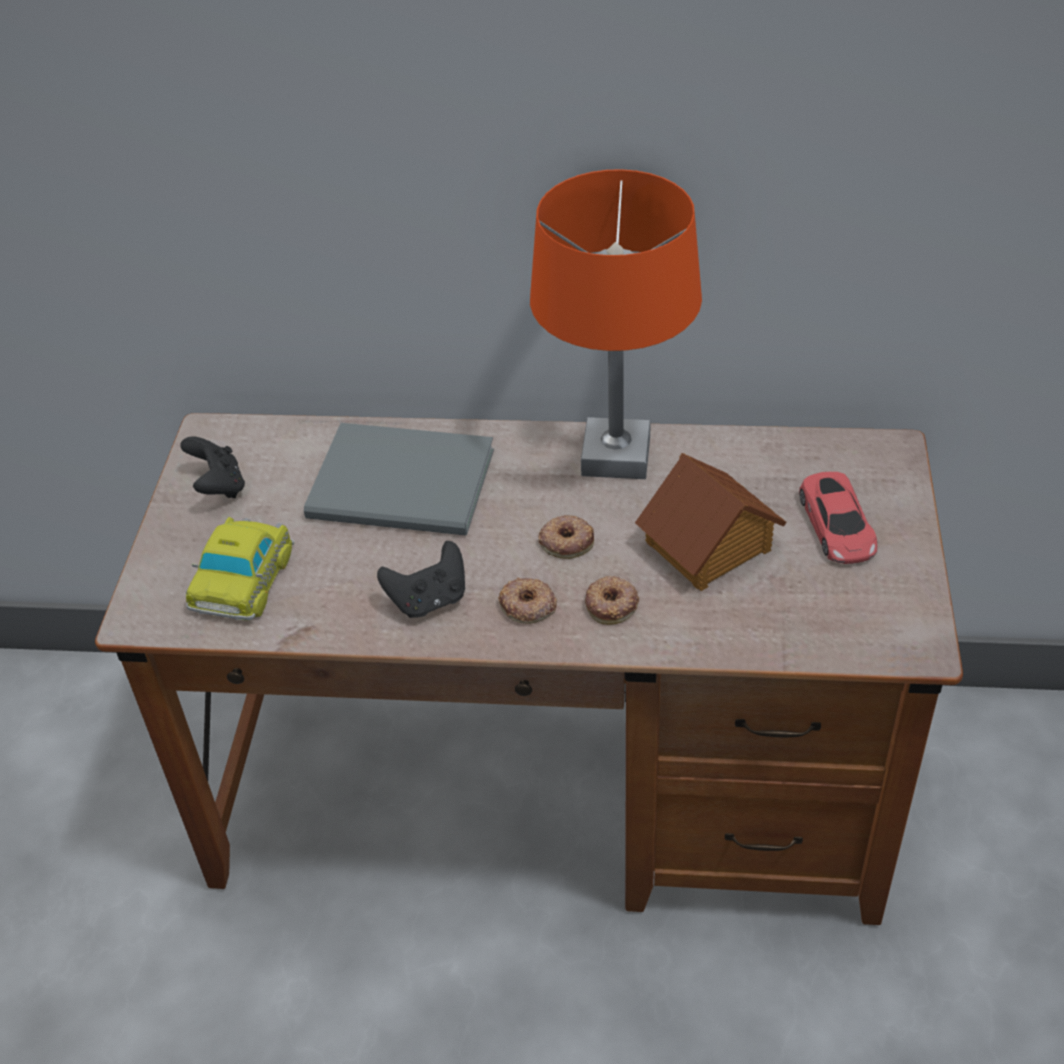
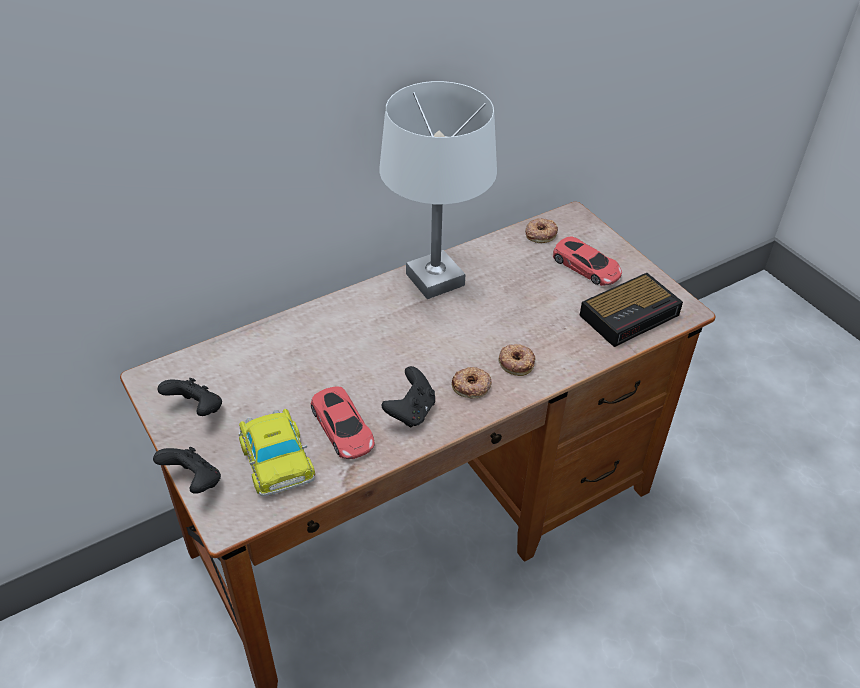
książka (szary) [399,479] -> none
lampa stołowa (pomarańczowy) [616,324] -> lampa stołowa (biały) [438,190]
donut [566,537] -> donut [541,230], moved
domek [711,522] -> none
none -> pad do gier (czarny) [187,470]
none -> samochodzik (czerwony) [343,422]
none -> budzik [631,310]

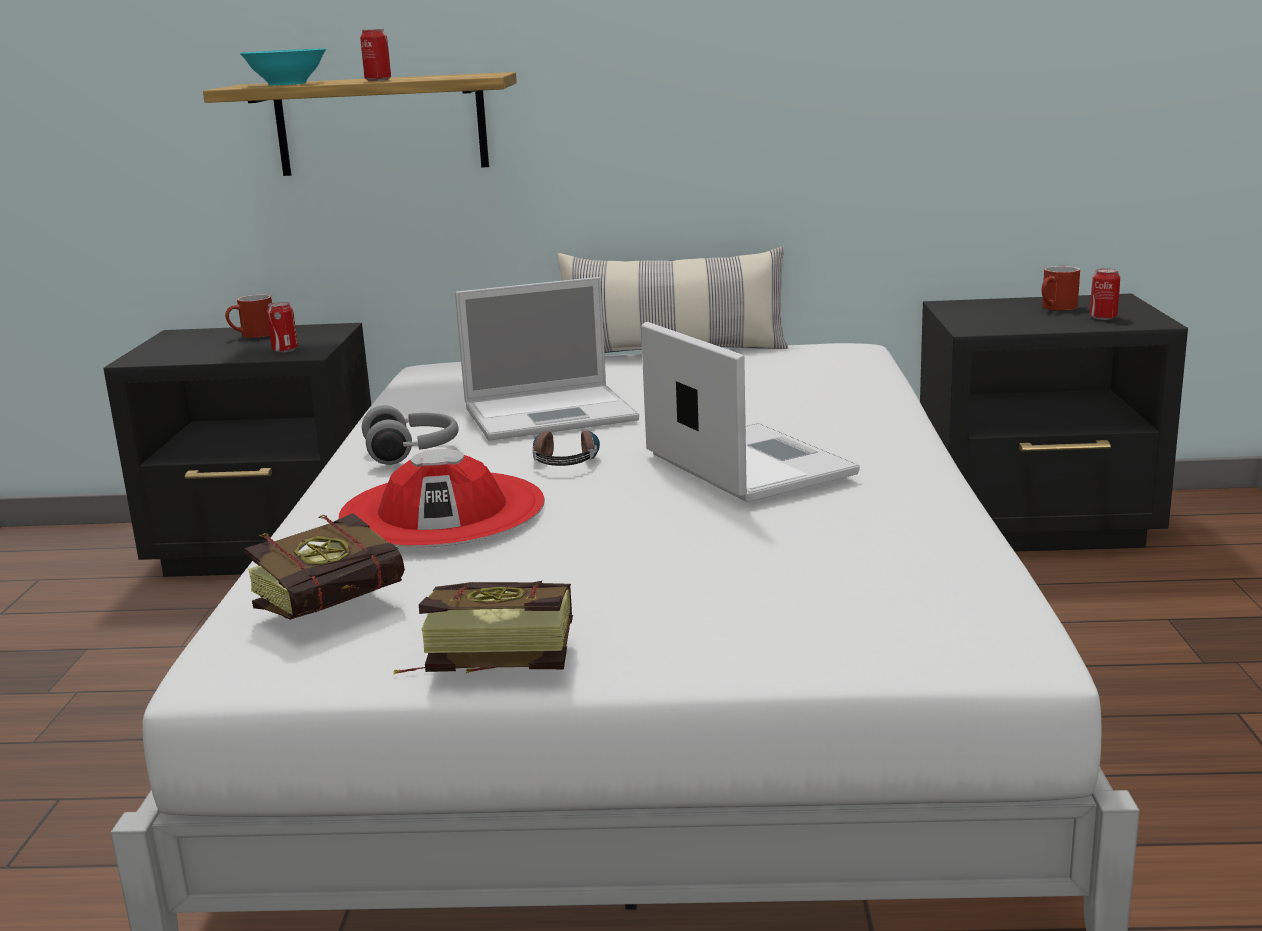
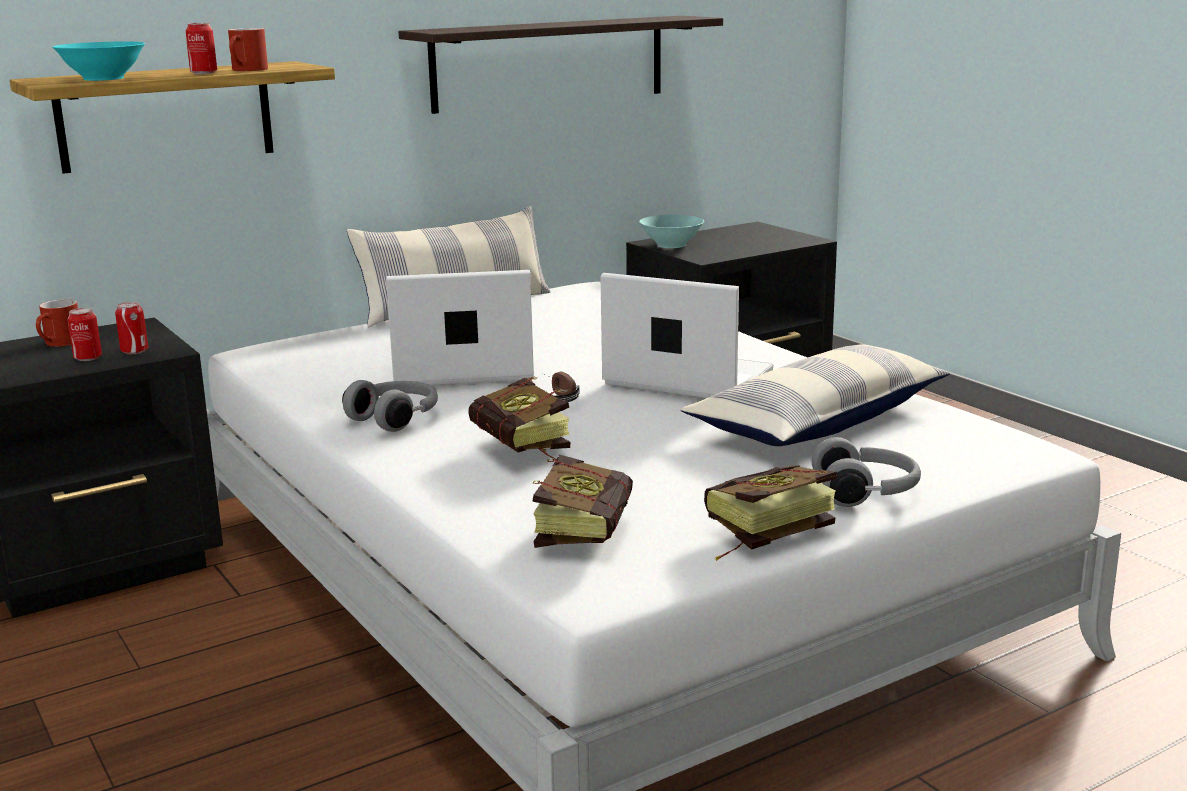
kapelusz (czerwony) [441,498] -> książka [519,418]
laptop [547,359] -> laptop [460,327], 135 degrees counterclockwise
kubek (czerwony) [1061,288] -> kubek (czerwony) [248,49], moved
puszka [1105,294] -> puszka [85,334], moved
none -> półka [560,65]
none -> miska (turkusowy) [671,231]
none -> poduszka [815,395]
none -> słuchawki (szary) [866,472]

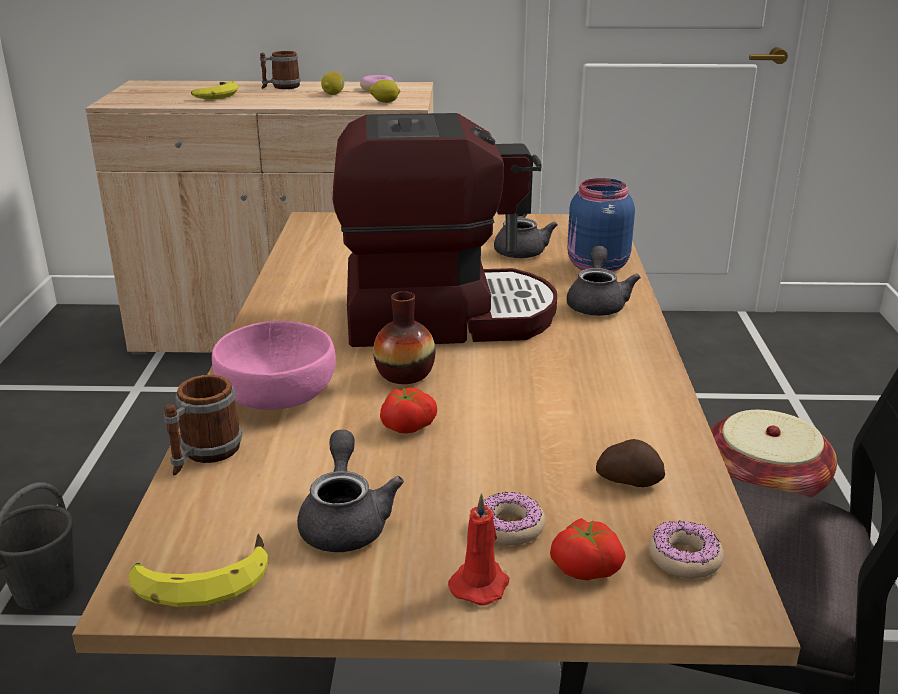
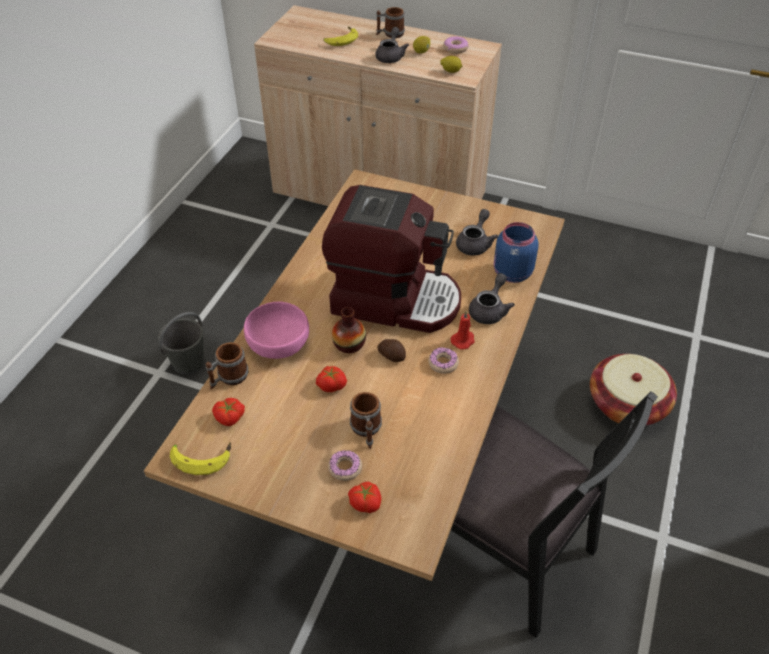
imbryk (szary) [350,491] -> imbryk (szary) [392,45], moved
świeca (czerwony) [478,549] -> świeca (czerwony) [463,330], moved
ziemniak [630,463] -> ziemniak [391,350], moved
donut [686,550] -> donut [443,360], moved
none -> pomidor [228,412]
none -> kubek [366,420]

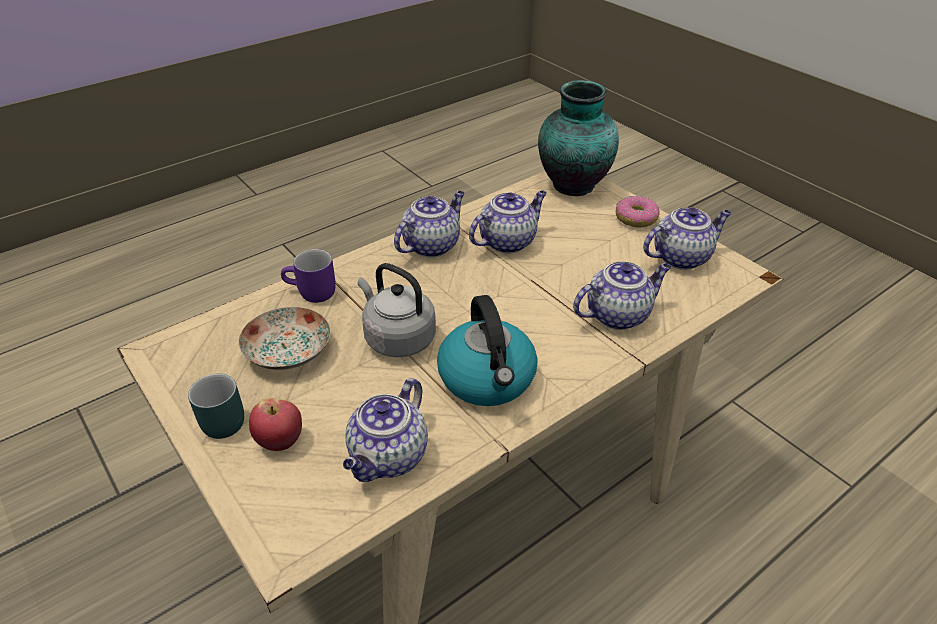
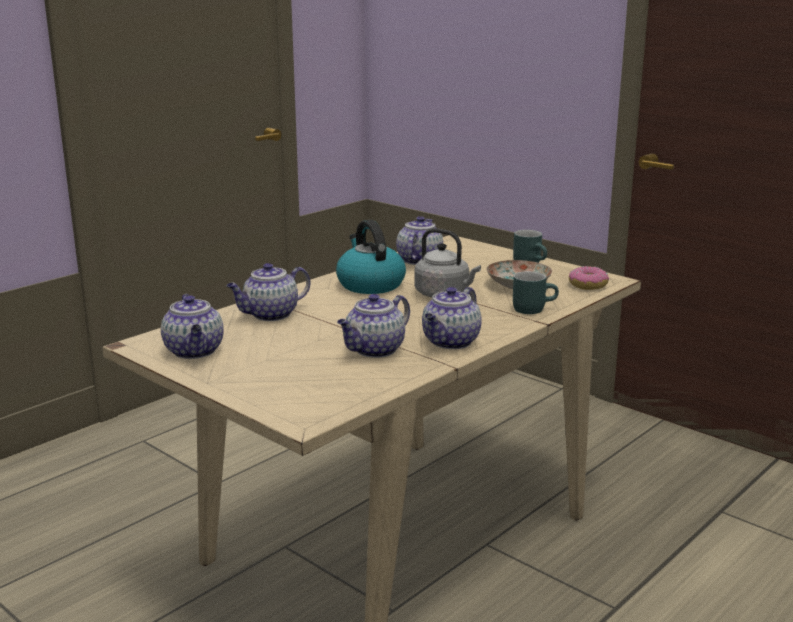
jabłko [275,424] -> none
kubek (fioletowy) [308,276] -> kubek (turkusowy) [536,292]
wazon [578,138] -> none
donut [638,211] -> donut [589,278], moved
imbryk [687,238] -> imbryk [192,326], 75 degrees counterclockwise

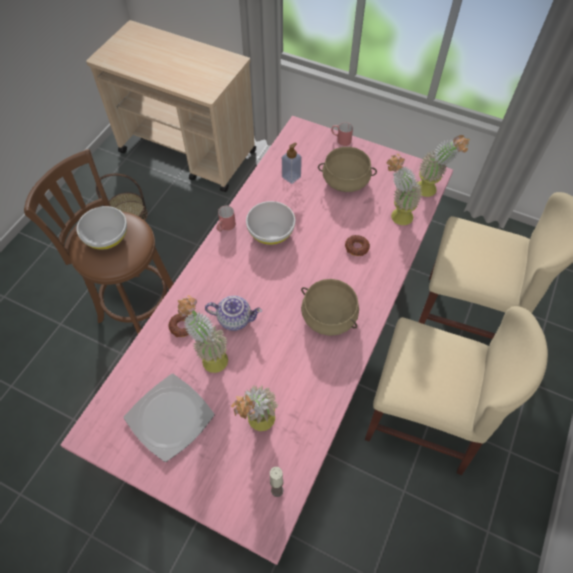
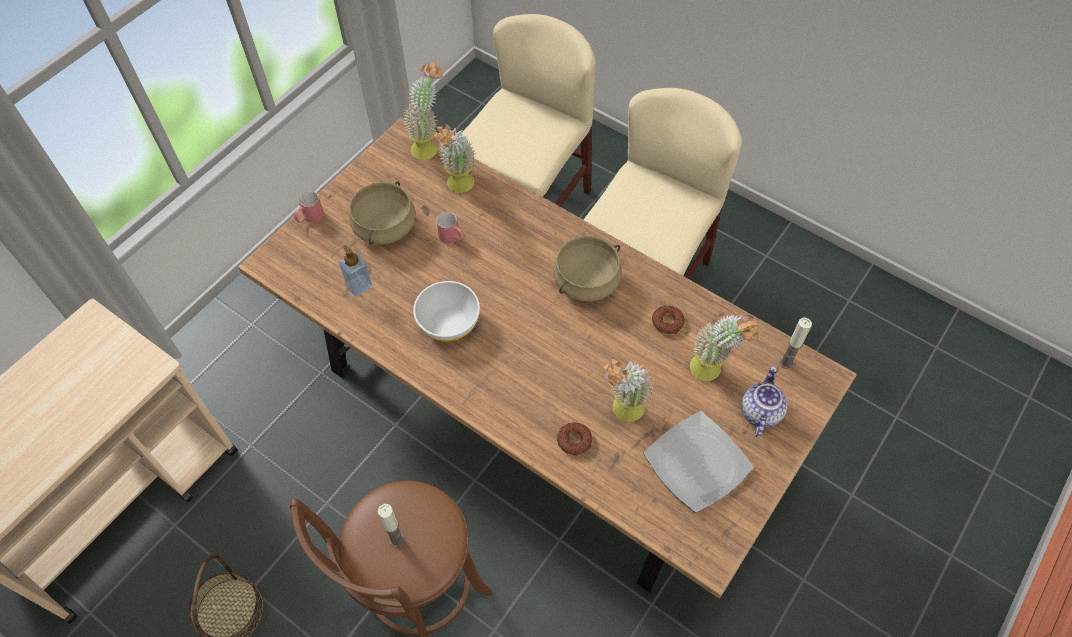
stół jadalny (różowy) [257,340] -> stół jadalny (brązowy) [547,358]
miska (biały) [102,228] -> świeca [391,525]
imbryk [233,313] -> imbryk [764,401], moved
kubek (czerwony) [226,219] -> kubek (czerwony) [450,228], moved
donut [357,245] -> donut [668,320], moved

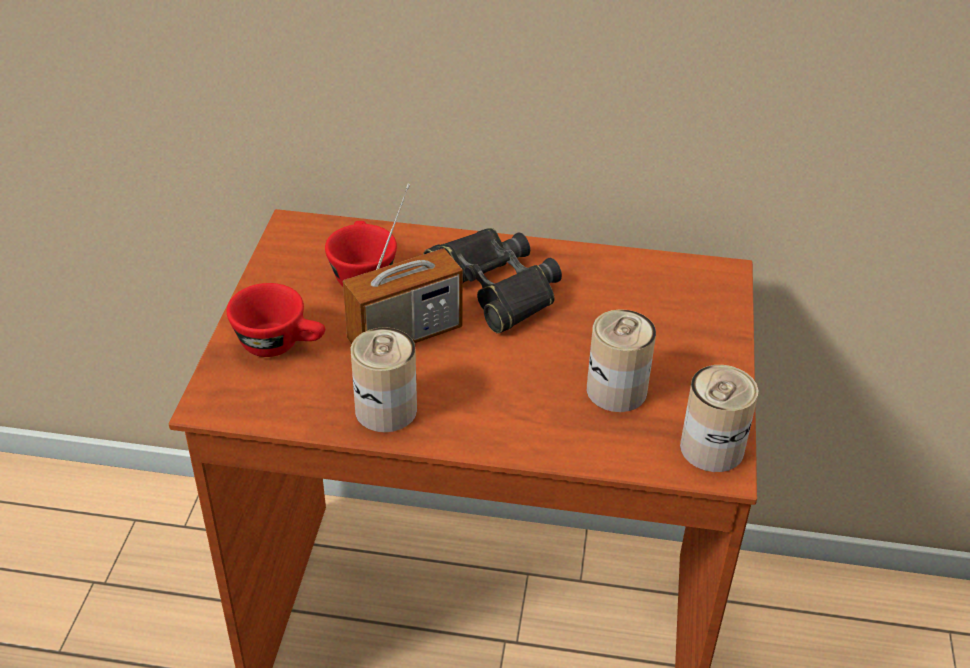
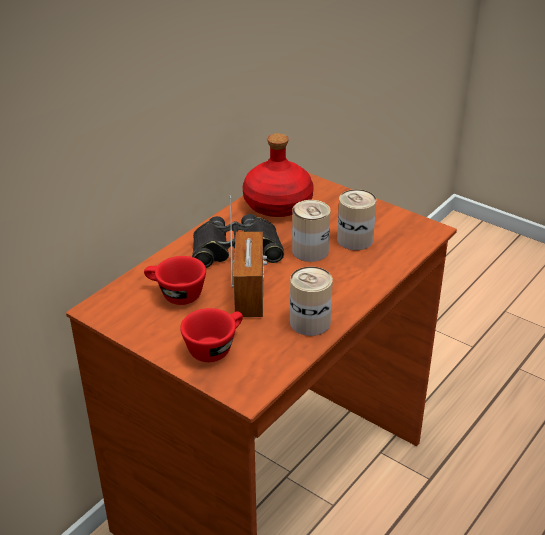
puszka [719,418] -> puszka [311,231], moved
none -> butelka (czerwony) [278,175]

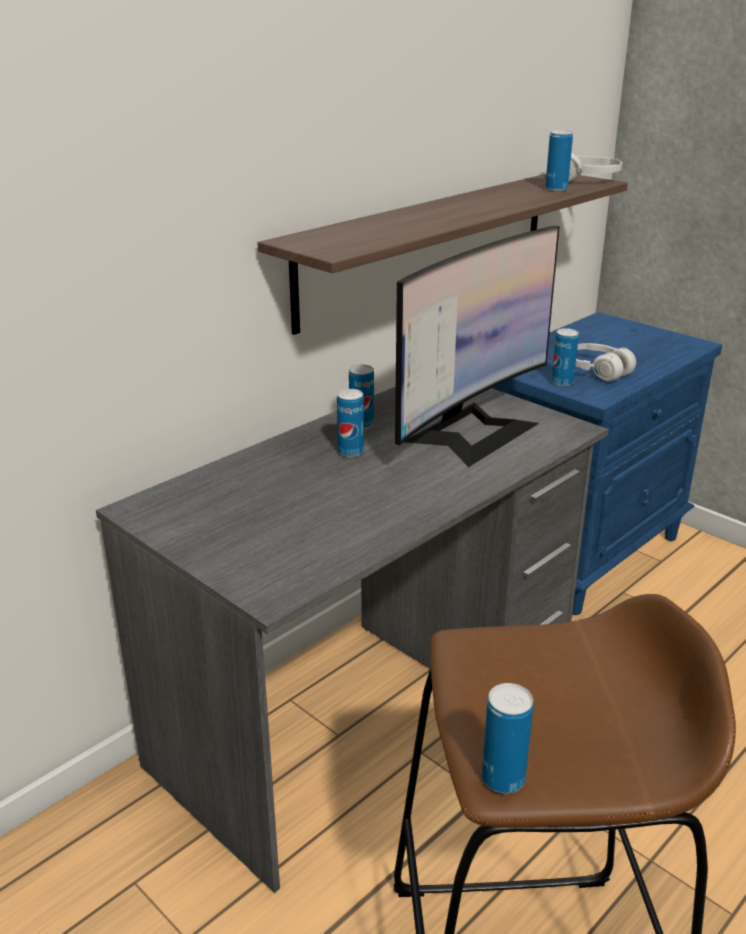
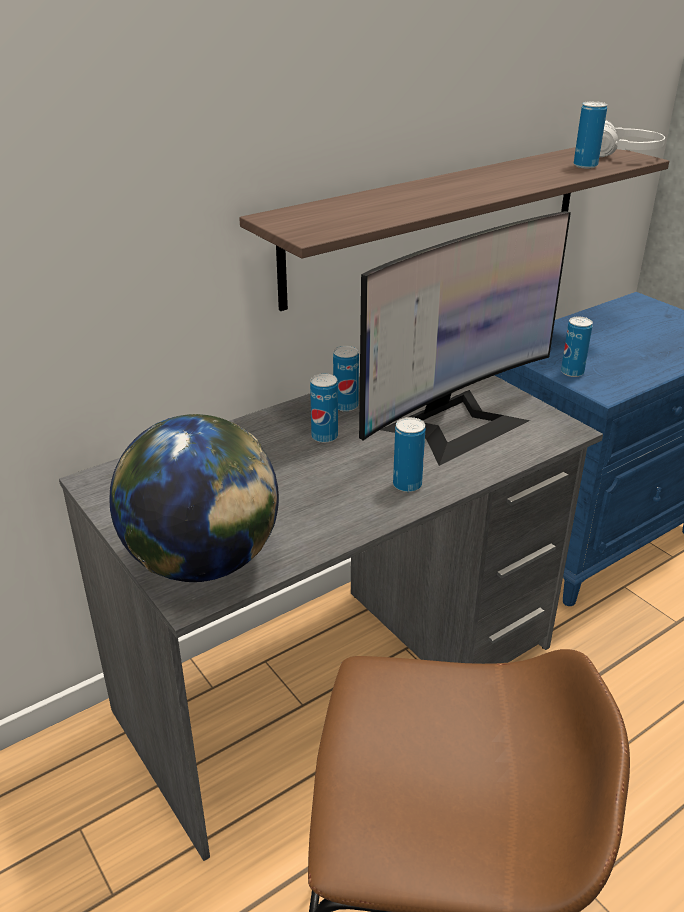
puszka [507,738] -> puszka [409,454], moved
słuchawki (biały) [605,362] -> none
none -> globus [194,498]

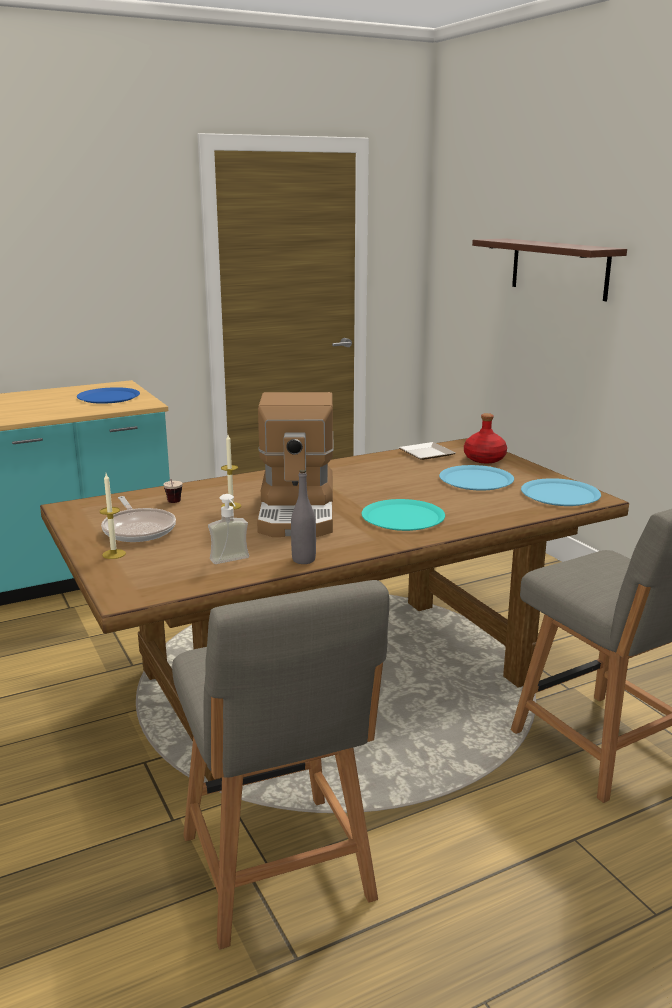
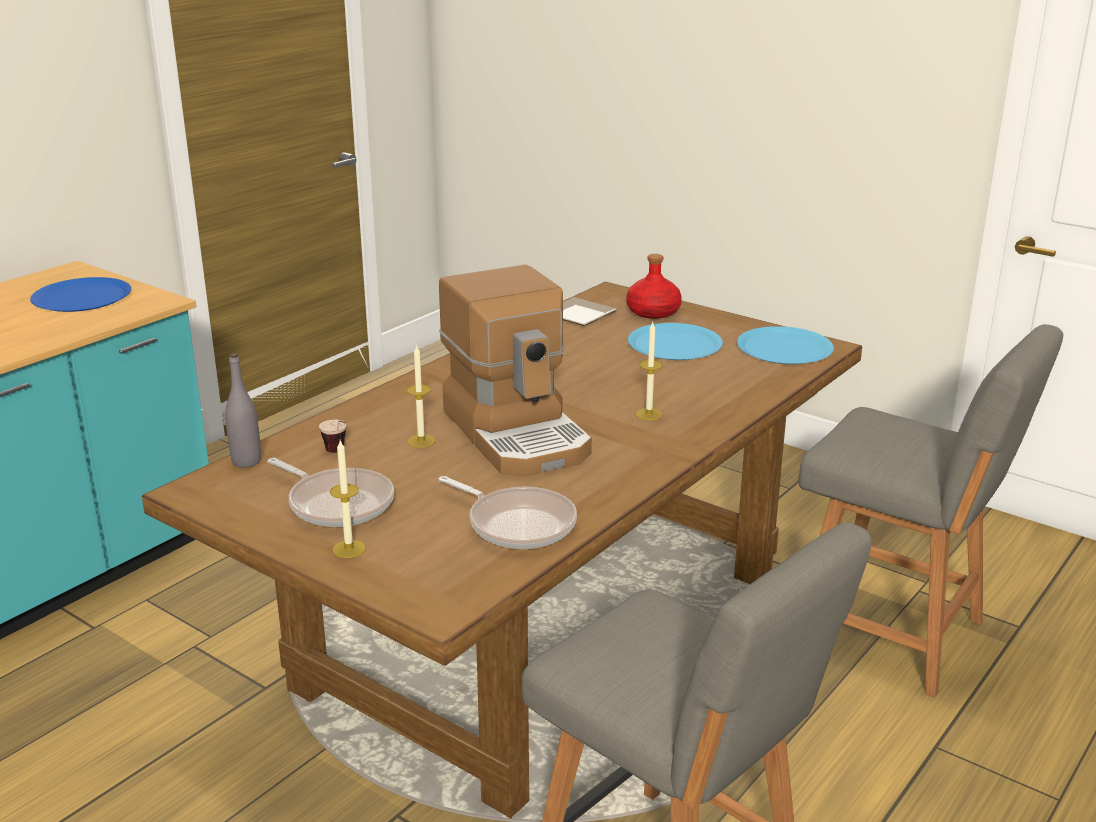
dozownik mydła [228,529] -> patelnia [507,512]
butelka (szary) [303,517] -> butelka (szary) [243,410], moved
talerz (turkusowy) [403,515] -> świeca [649,371]
półka [549,269] -> none

